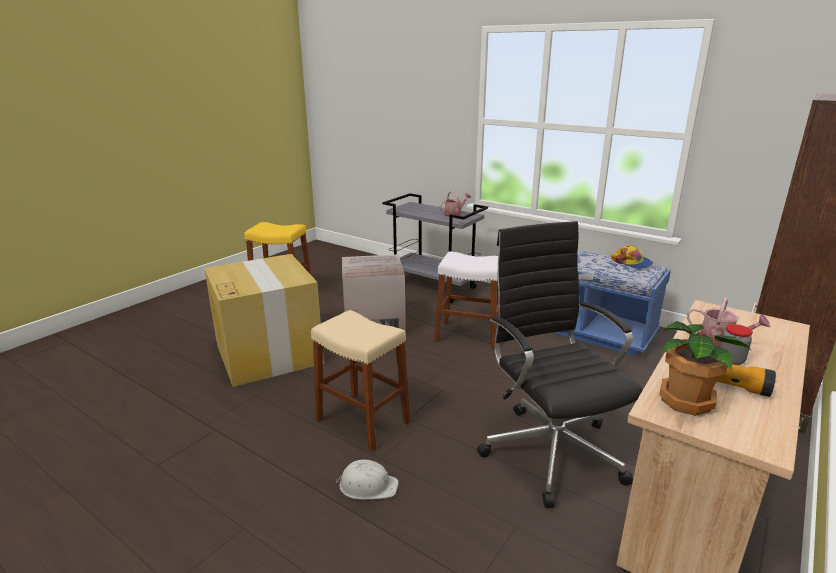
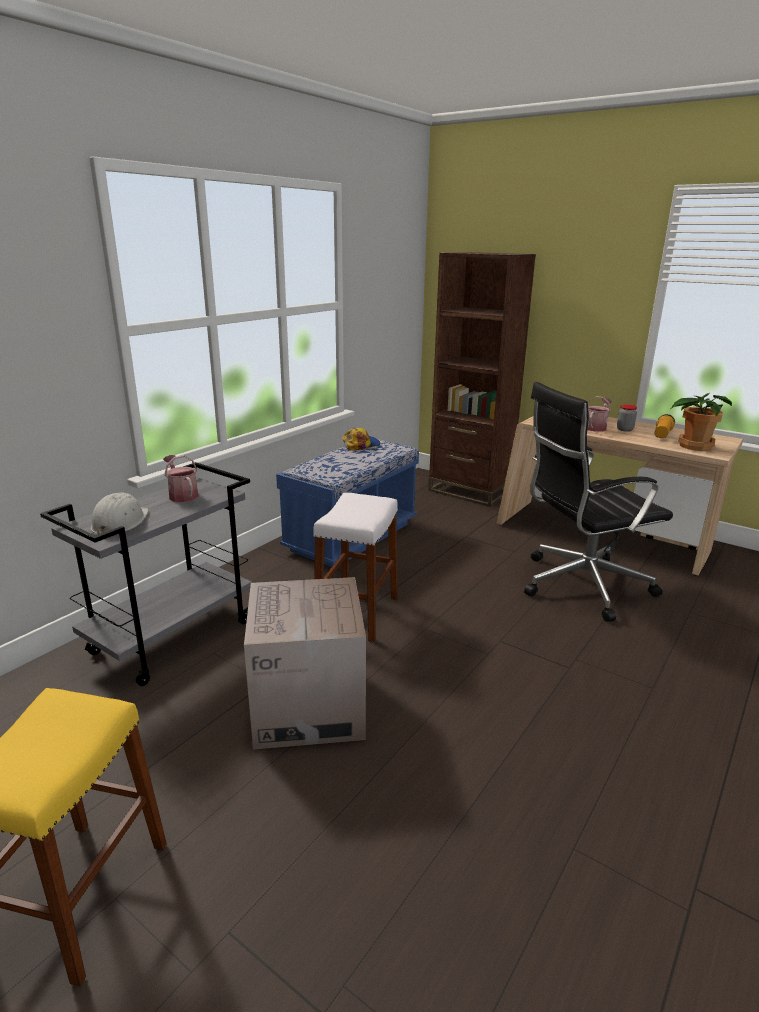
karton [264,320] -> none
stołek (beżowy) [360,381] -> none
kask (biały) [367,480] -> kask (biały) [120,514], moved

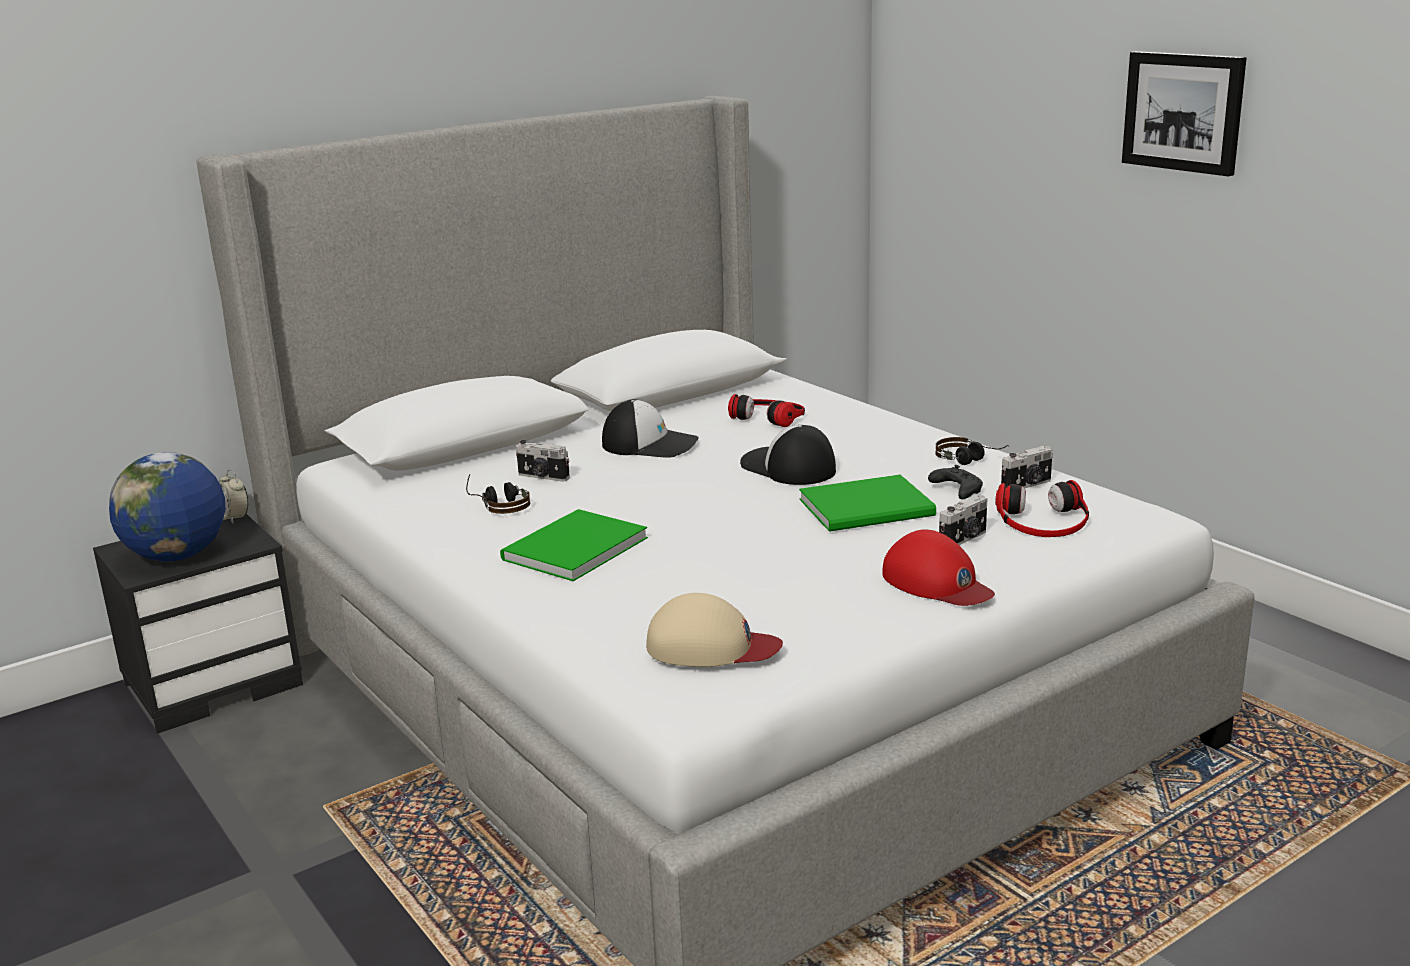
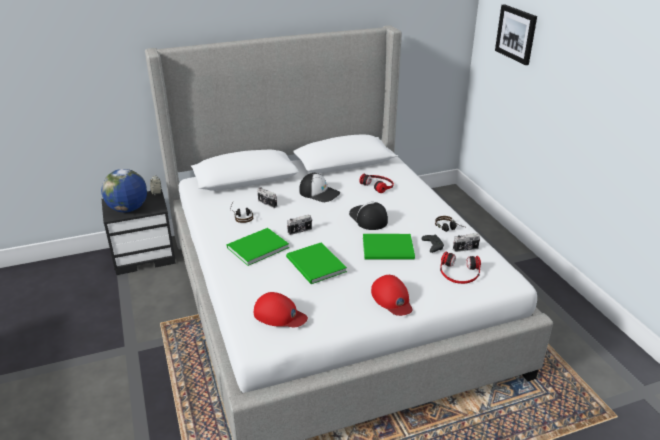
czapka z daszkiem (beżowy) [714,630] -> czapka z daszkiem (czerwony) [281,309]
aparat fotograficzny [963,520] -> aparat fotograficzny [299,224], moved
obraz [1184,113] -> obraz [516,34], moved
none -> książka (zielony) [316,263]

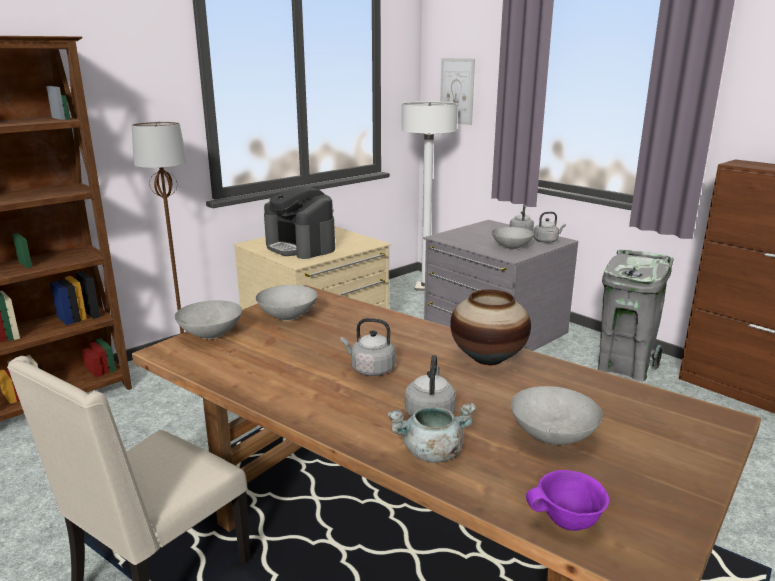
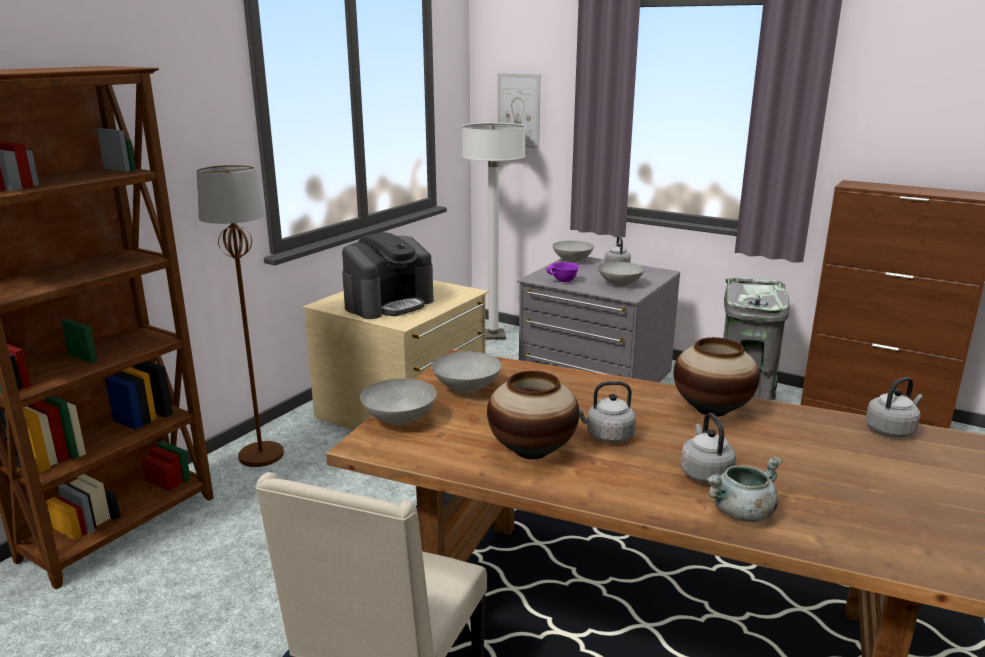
ekspres do kawy [299,222] -> ekspres do kawy [388,275], 75 degrees counterclockwise
miska (szary) [557,415] -> miska (szary) [573,252], moved
miska (fioletowy) [567,500] -> miska (fioletowy) [562,272], moved
czajnik (szary) [550,227] -> czajnik (szary) [894,407], moved
none -> wazon [533,415]

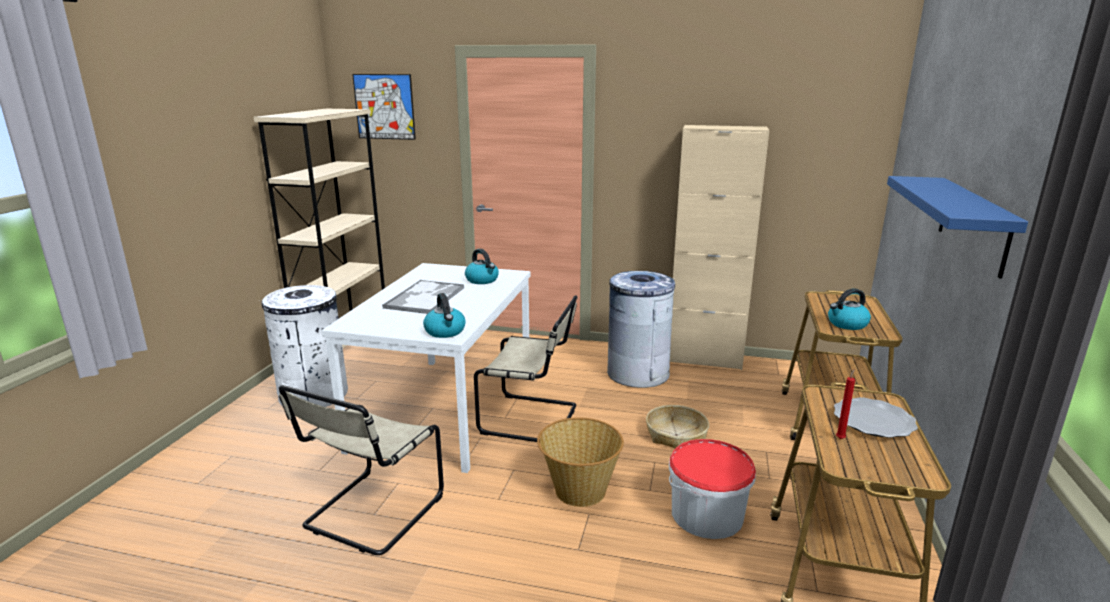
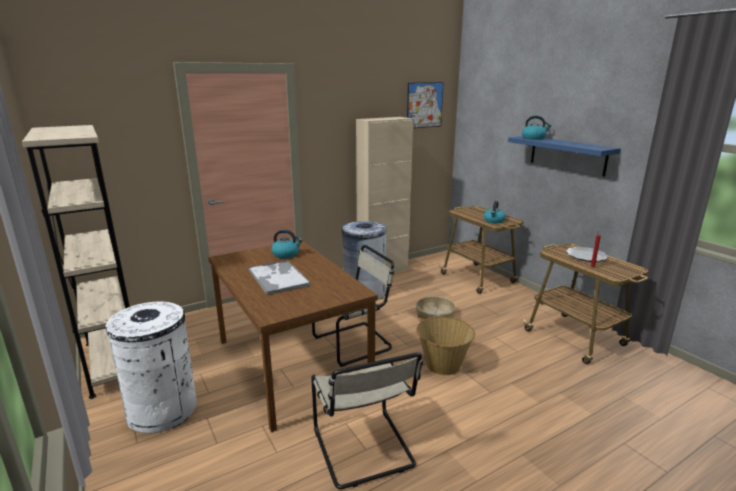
stół jadalny (biały) [426,368] -> stół jadalny (brązowy) [293,336]
obraz [384,107] -> obraz [425,105], moved
czajnik [444,315] -> czajnik [536,128], moved
wiadro [712,489] -> none

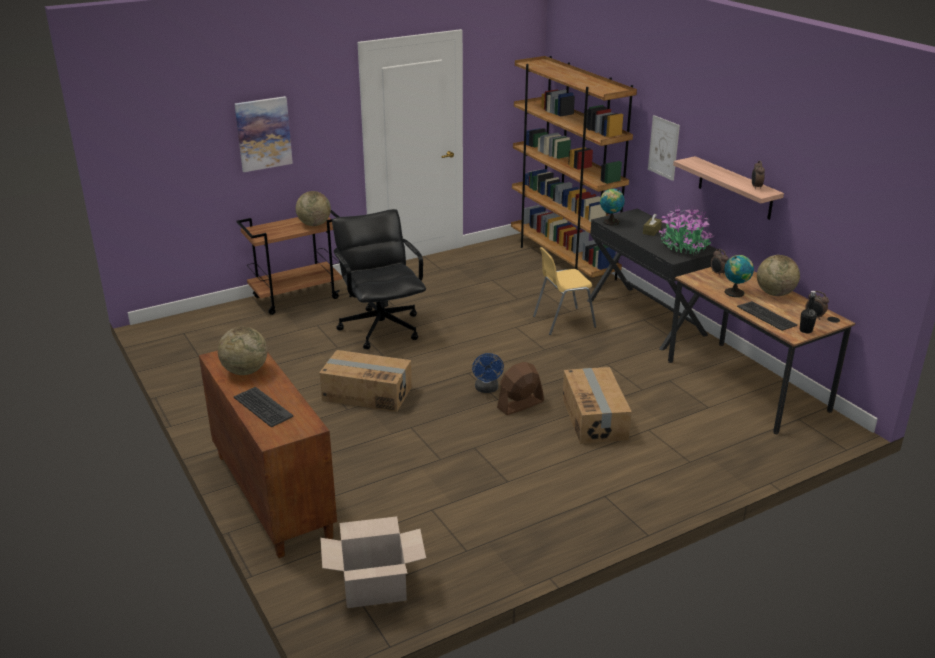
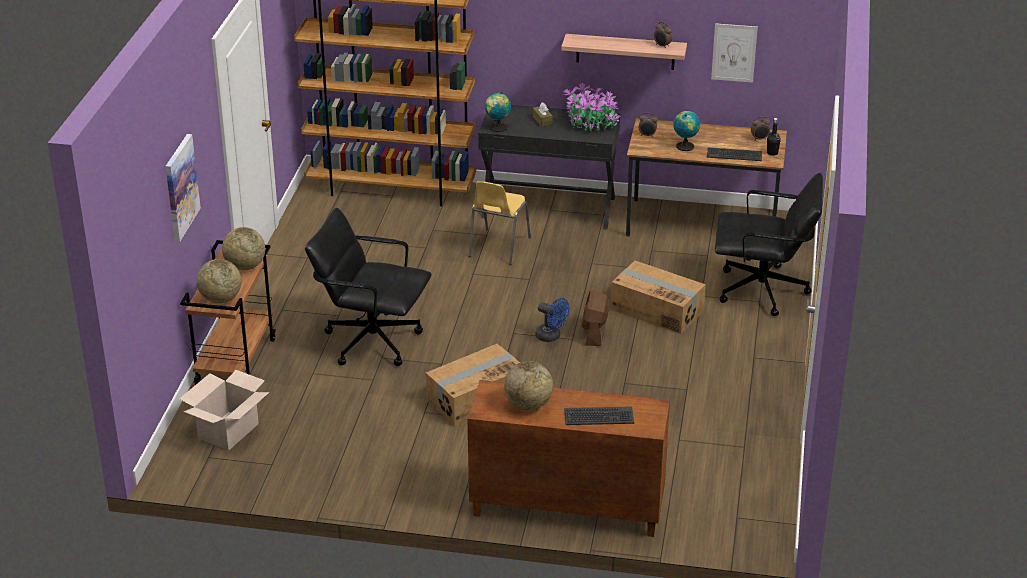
karton [373,562] -> karton [224,410], moved
obraz [664,148] -> obraz [734,53], moved
globus [778,275] -> globus [219,281], moved
none -> krzesło biurowe (czarny) [769,244]

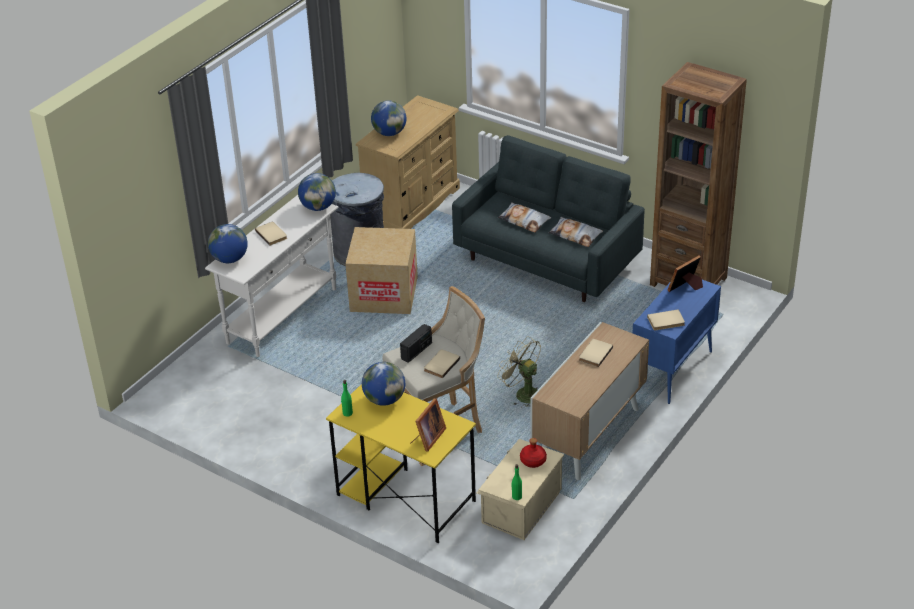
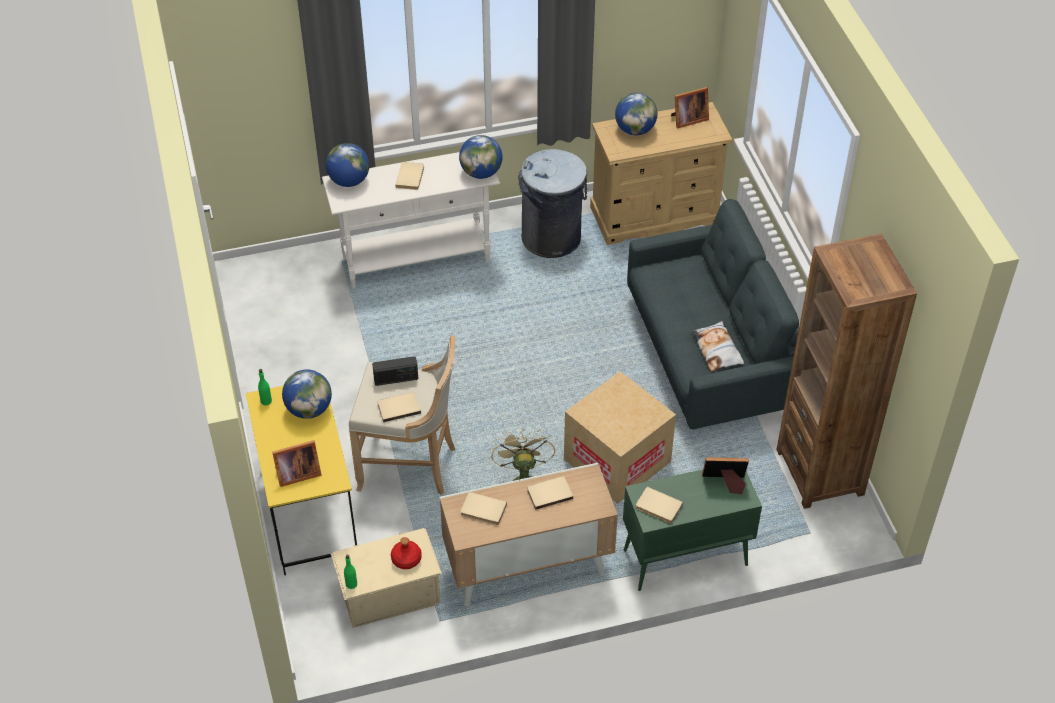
karton [381,270] -> karton [620,437], moved
poduszka [524,217] -> none
szafka (niebieski) [677,342] -> szafka (zielony) [692,530]
none -> książka (beżowy) [484,508]
none -> ramka na zdjęcie [690,108]

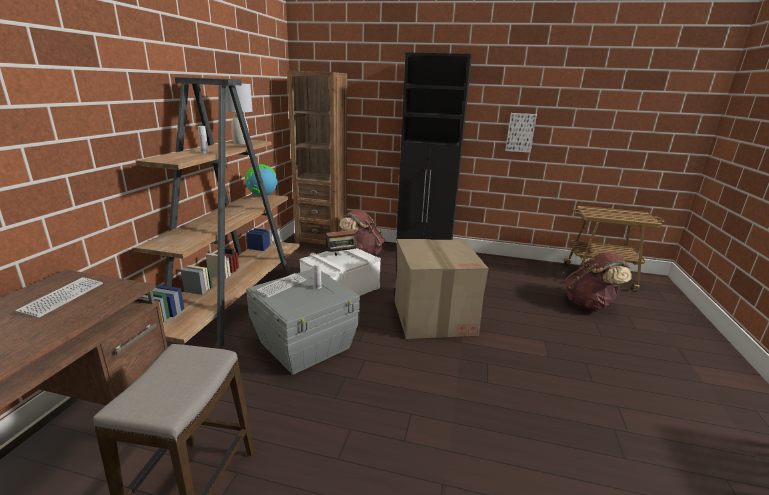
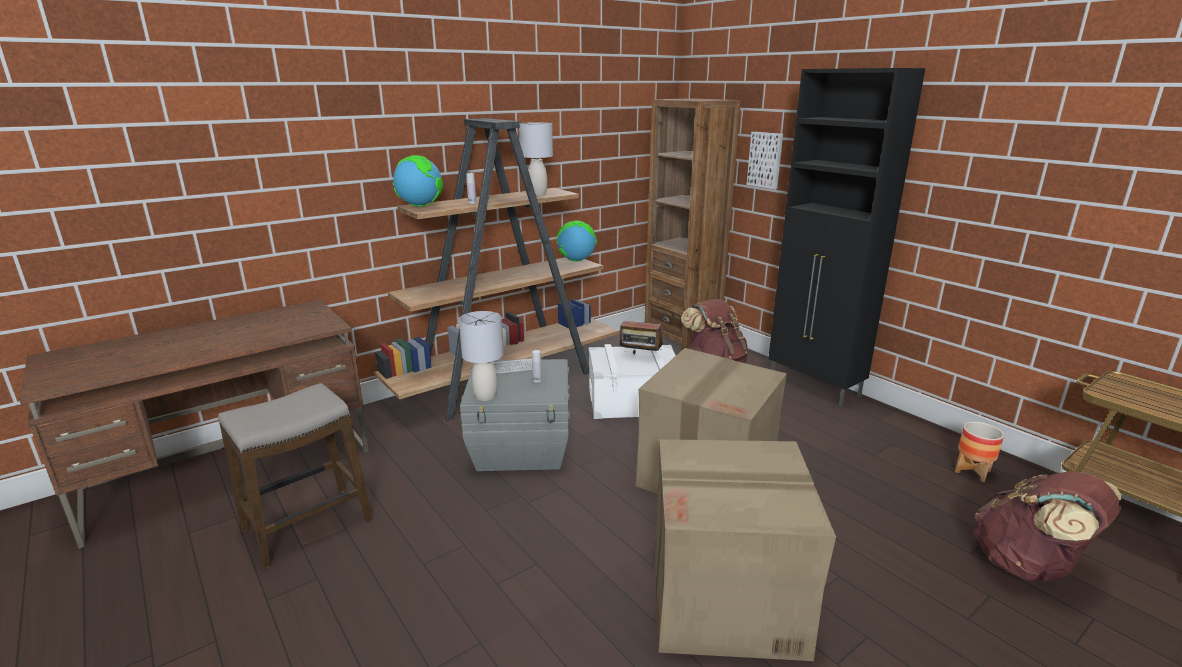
klawiatura [59,297] -> none
obraz [521,133] -> obraz [765,160], moved
none -> globus [418,181]
none -> lampa stołowa (szary) [481,356]
none -> karton [745,550]
none -> donica [979,452]

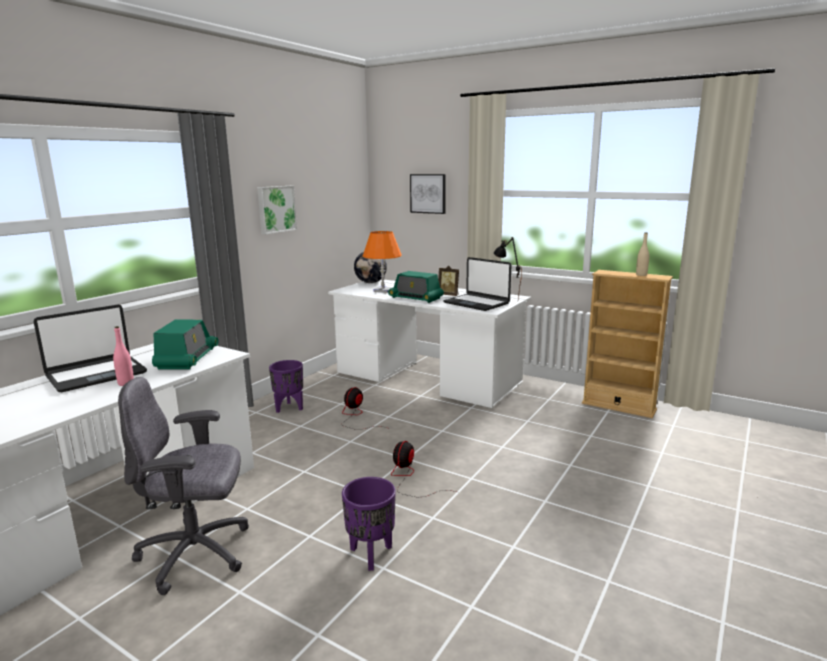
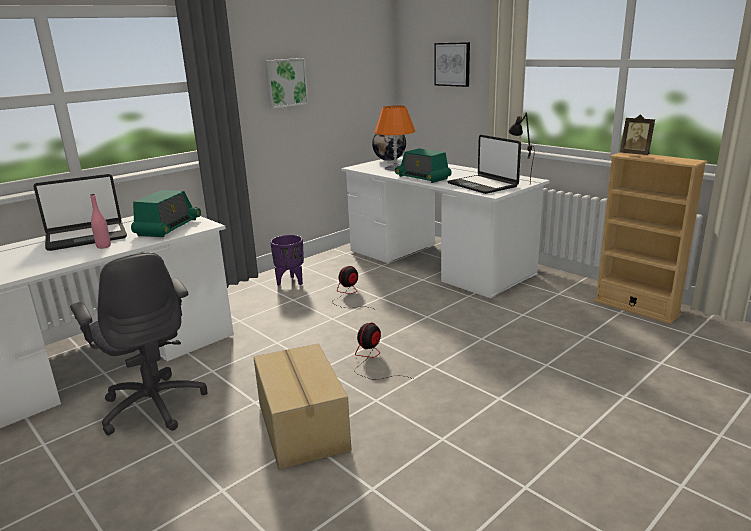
krzesło biurowe (szary) [183,486] -> krzesło biurowe (szary) [139,344], 135 degrees counterclockwise
donica (fioletowy) [369,524] -> karton [302,406]
ramka na zdjęcie [448,281] -> ramka na zdjęcie [637,134], moved
butelka (beżowy) [642,254] -> none

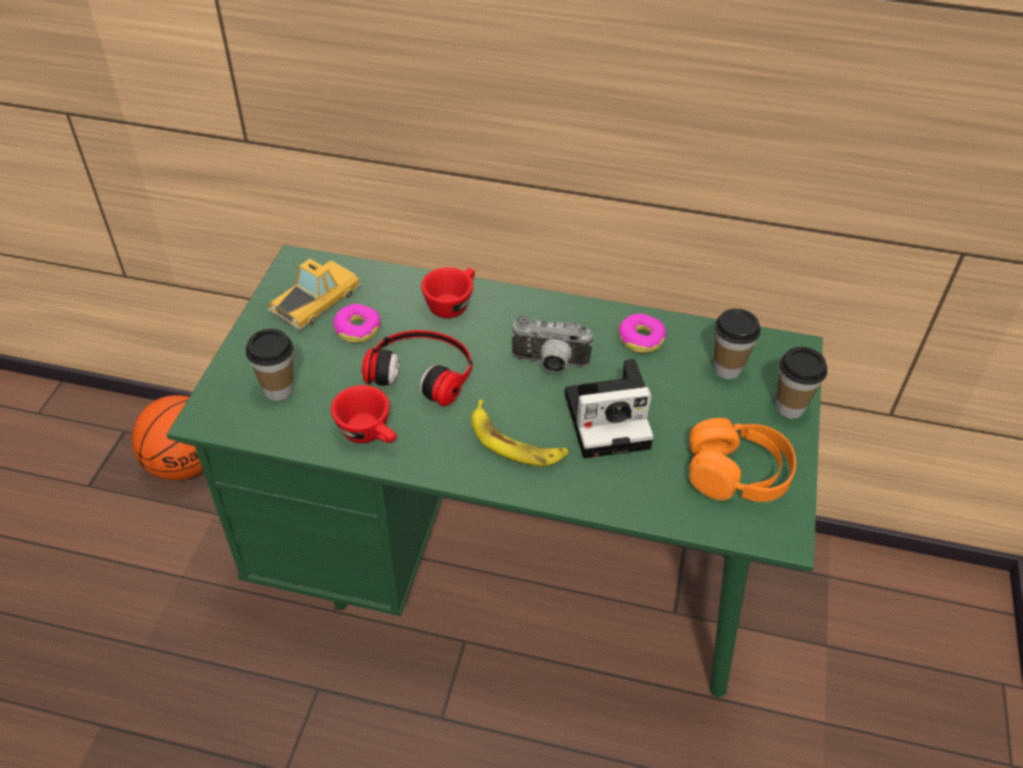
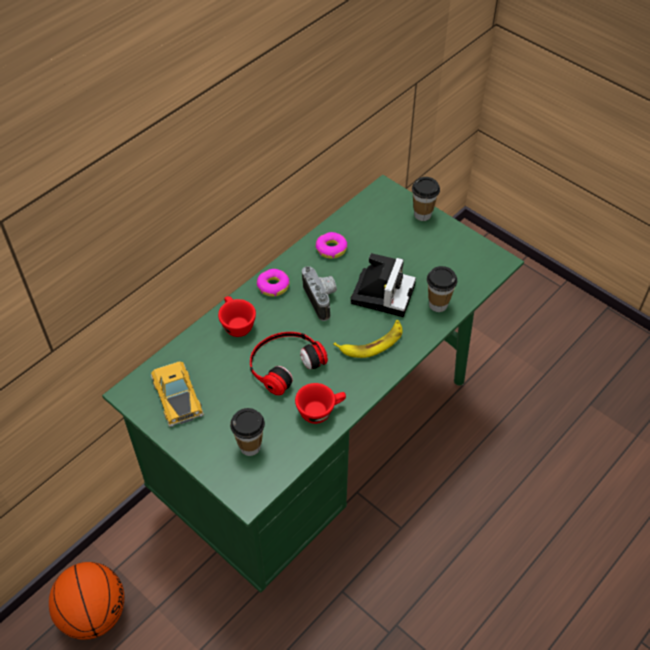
donut [357,323] -> donut [273,283], moved
aparat fotograficzny [552,344] -> aparat fotograficzny [319,293], 60 degrees counterclockwise
słuchawki (pomarańczowy) [742,460] -> none
filiżanka [737,343] -> filiżanka [442,289], moved

